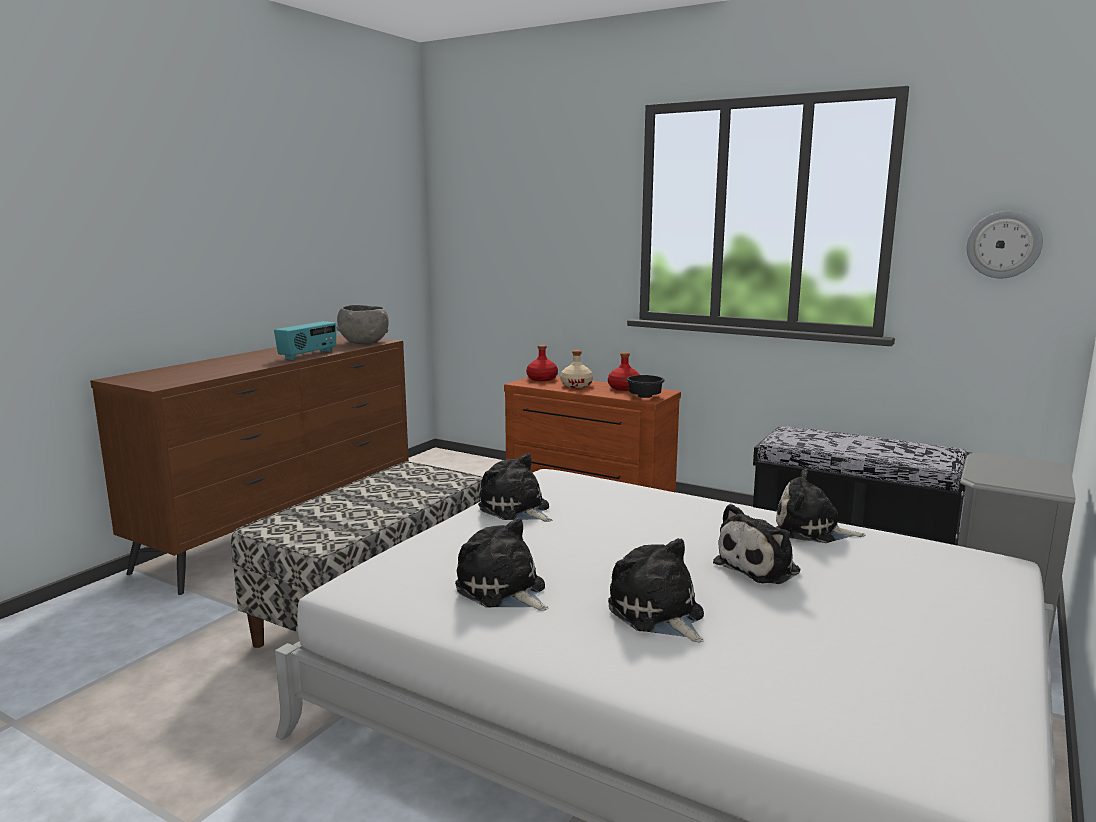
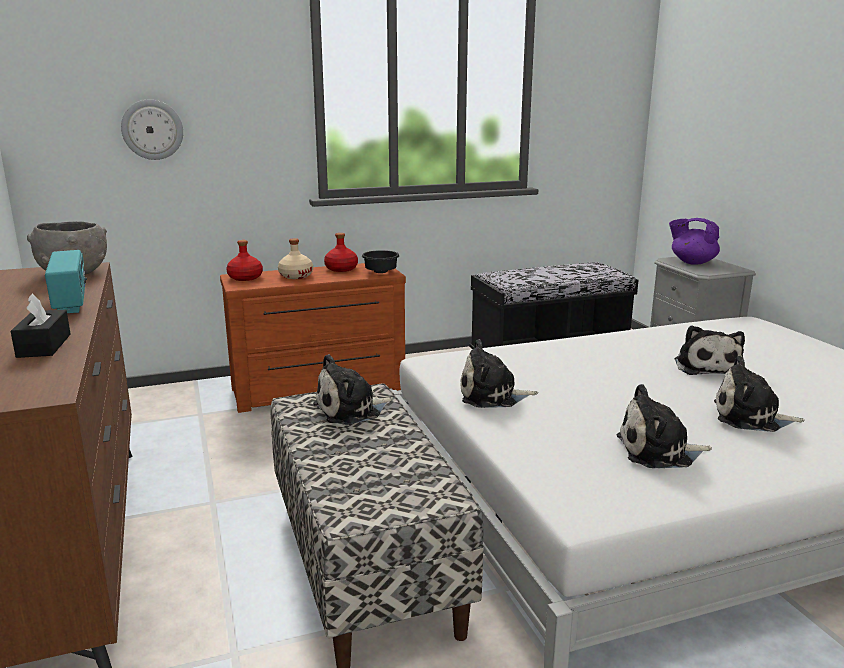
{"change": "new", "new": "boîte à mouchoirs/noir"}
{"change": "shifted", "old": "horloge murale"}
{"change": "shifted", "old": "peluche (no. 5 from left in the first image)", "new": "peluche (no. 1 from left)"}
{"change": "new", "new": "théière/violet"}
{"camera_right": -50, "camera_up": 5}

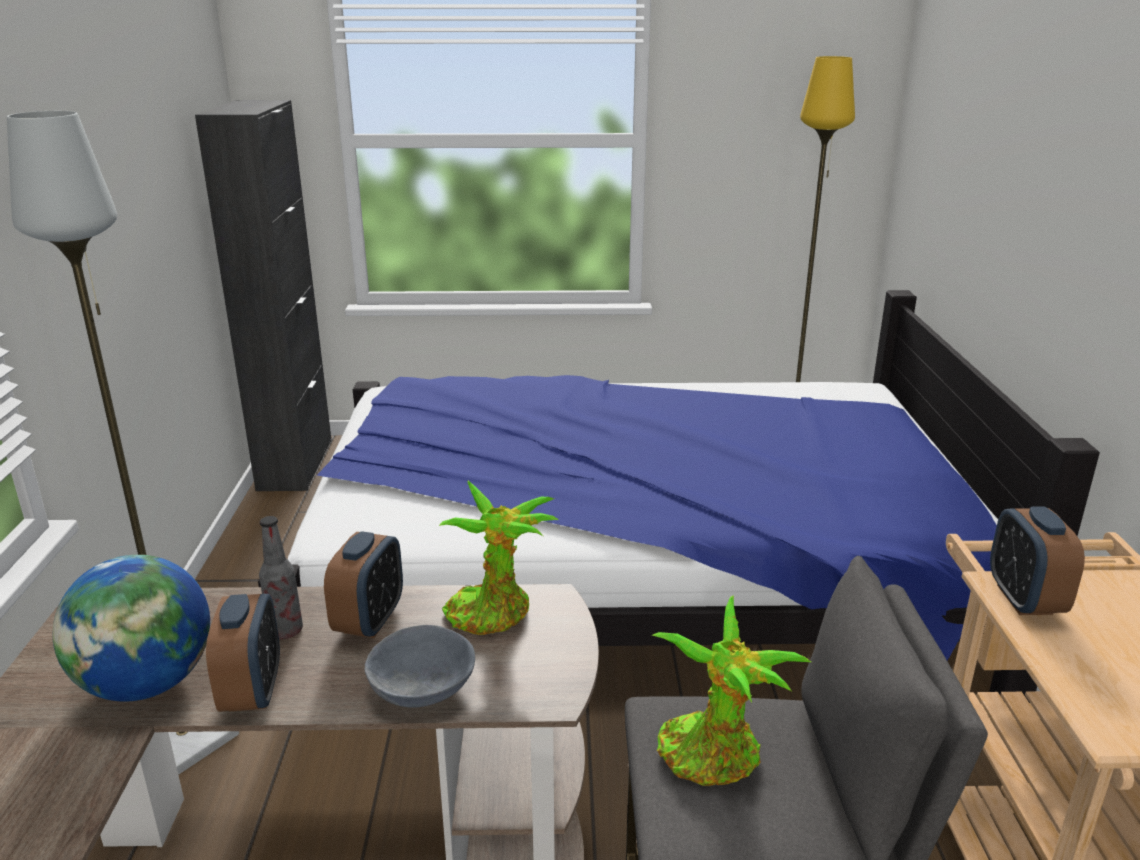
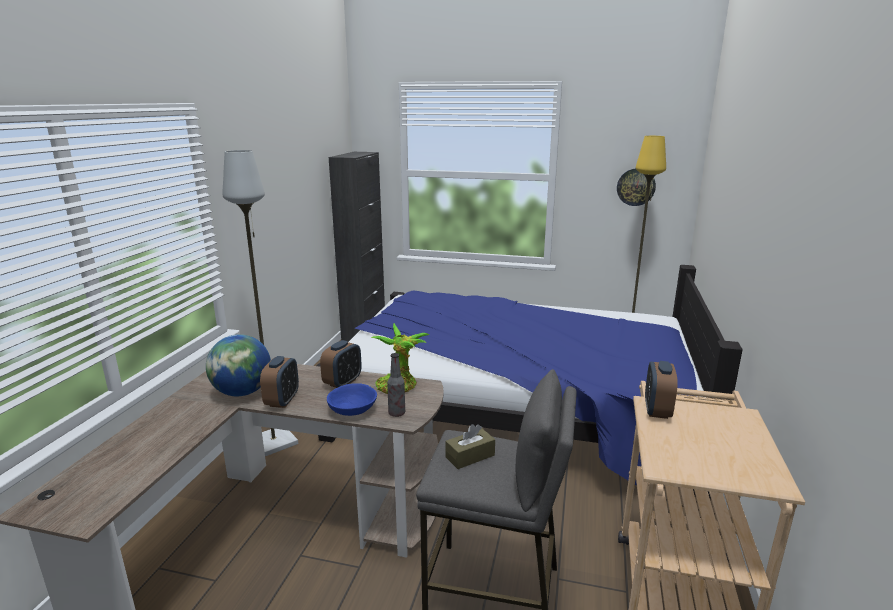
{"change": "repainted", "old": "bol/gris", "new": "bol/bleu"}
{"change": "shifted", "old": "bouteille"}
{"change": "swapped", "old": "plante en pot (no. 2 from left)", "new": "boîte à mouchoirs/marron"}
{"change": "new", "new": "horloge murale"}
{"camera_right": 15, "camera_up": -5}

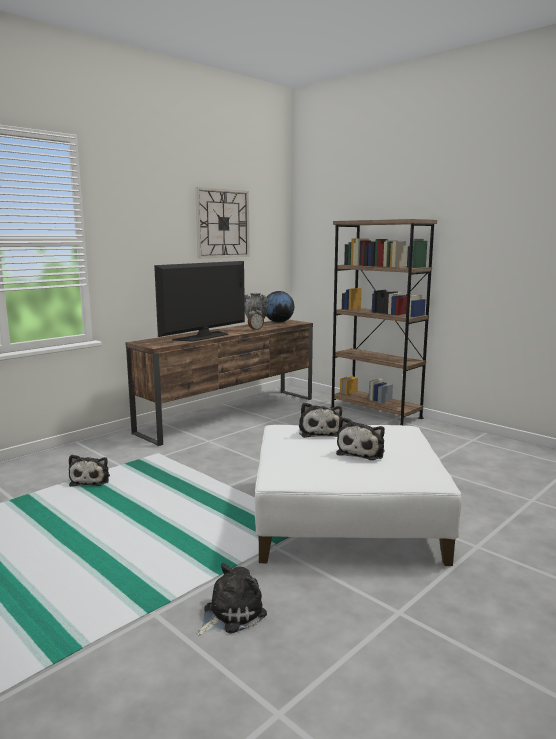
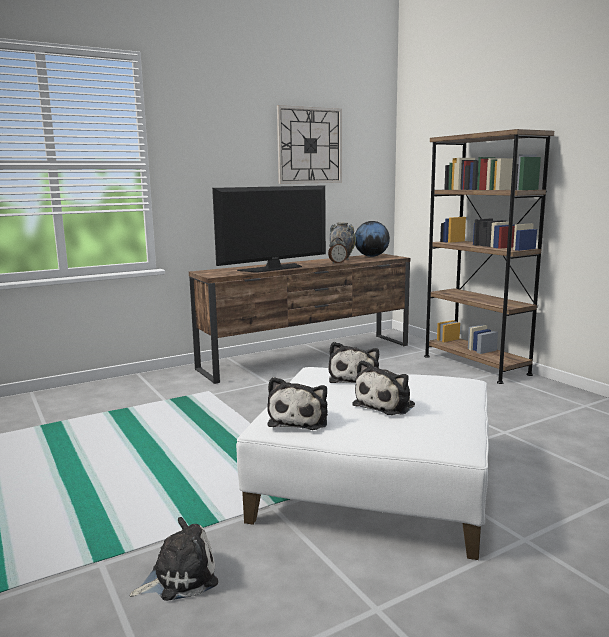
{"change": "shifted", "old": "peluche (no. 1 from left in the first image)", "new": "peluche (no. 2 from left)"}
{"camera_right": 15, "camera_up": 0}

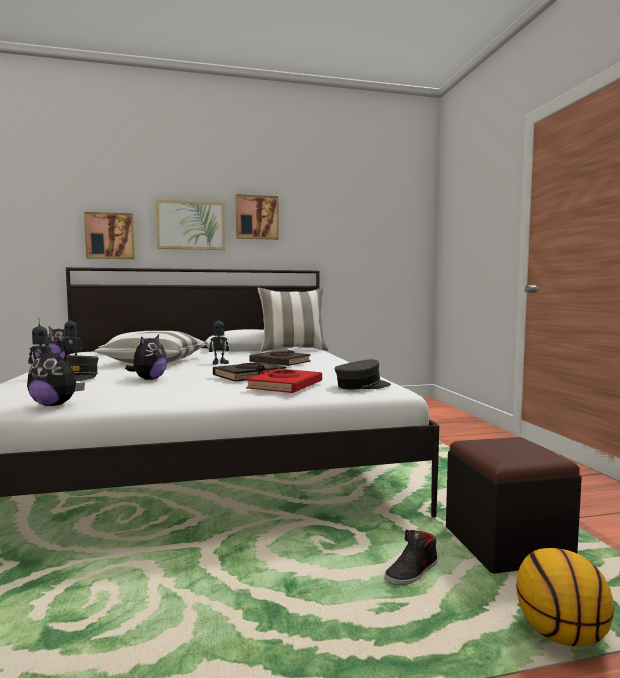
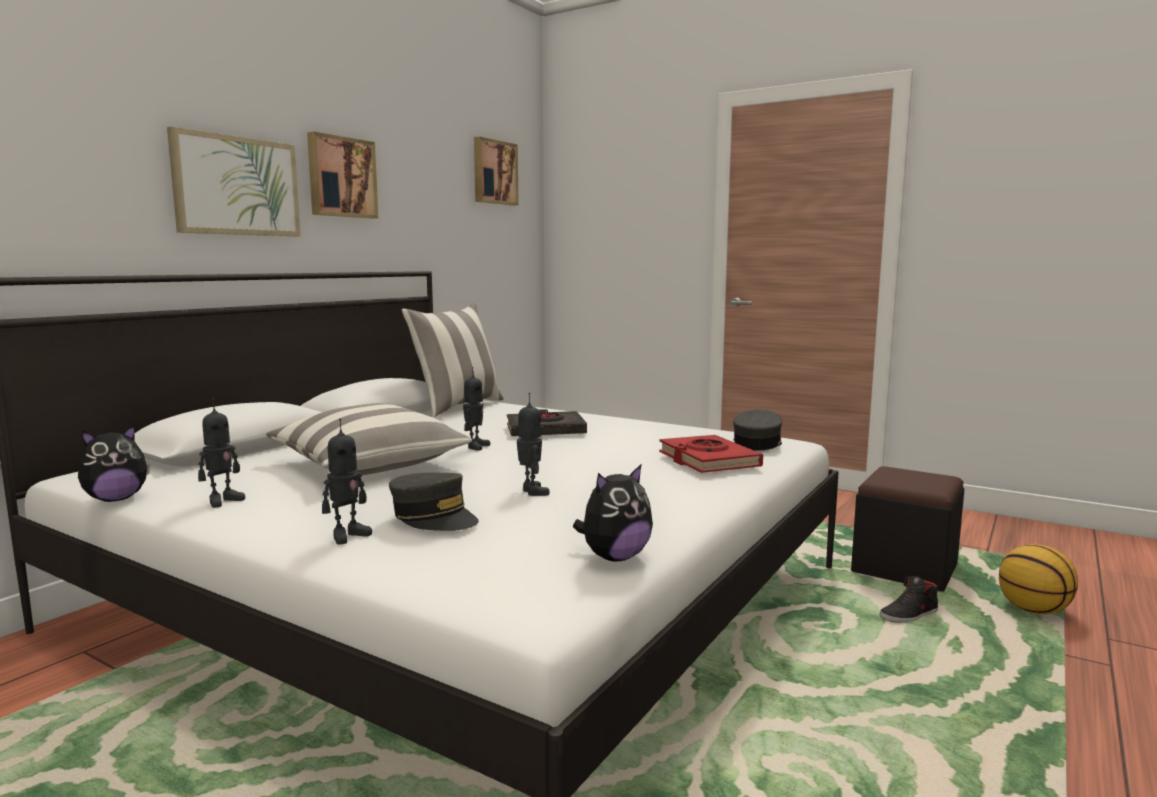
{"change": "shifted", "old": "tableau (no. 1 from left in the first image)", "new": "tableau (no. 3 from left)"}
{"change": "swapped", "old": "peluche (no. 3 from left)", "new": "robot jouet (no. 4 from left)"}
{"change": "rotated", "old": "chaussure/noir", "degrees": 60}
{"change": "gone", "old": "livre/noir (no. 1 from left)"}
{"camera_right": -45, "camera_up": 5}

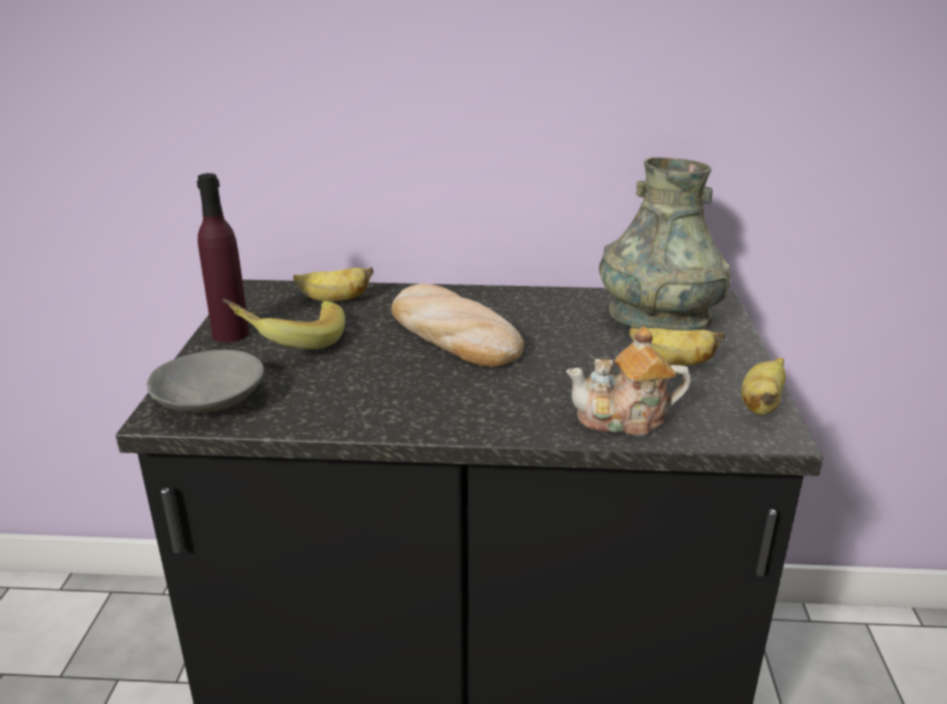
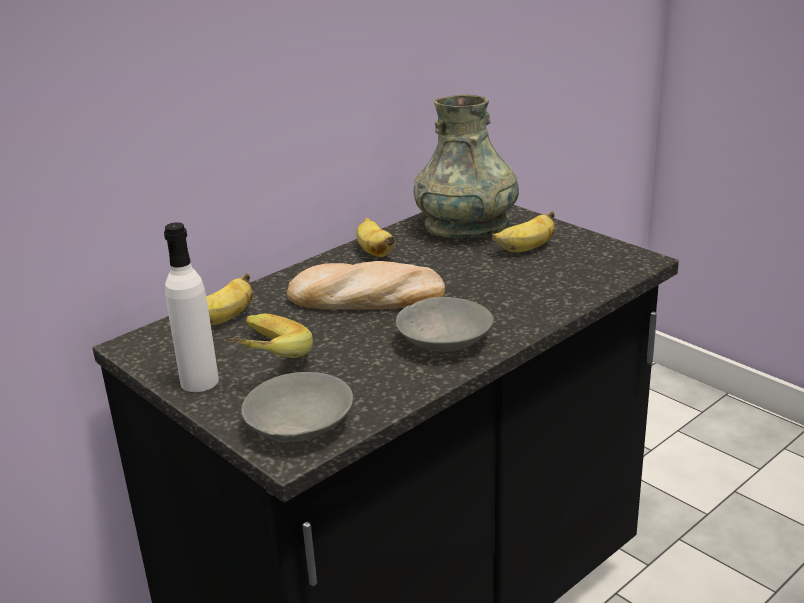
{"change": "repainted", "old": "bouteille/violet", "new": "bouteille/blanc"}
{"change": "shifted", "old": "banane (no. 4 from left in the first image)", "new": "banane (no. 3 from left)"}
{"change": "new", "new": "bol/gris (no. 2 from left)"}
{"change": "gone", "old": "théière"}
{"camera_right": -45, "camera_up": 0}

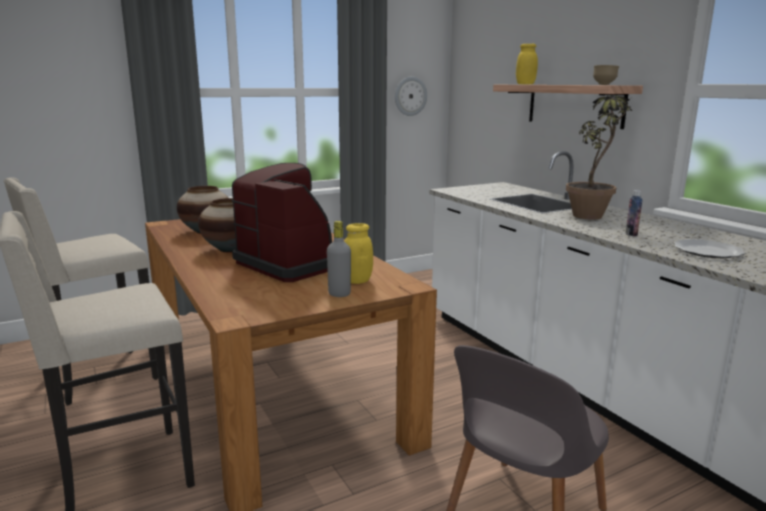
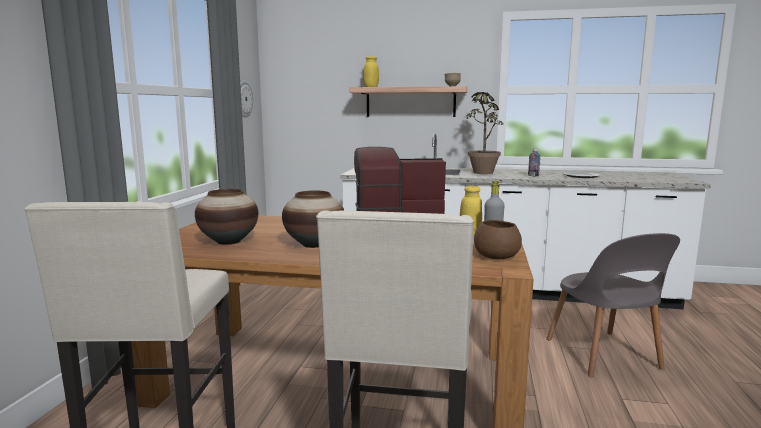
{"change": "new", "new": "bol/marron (no. 2 from left)"}
{"camera_right": -50, "camera_up": -5}

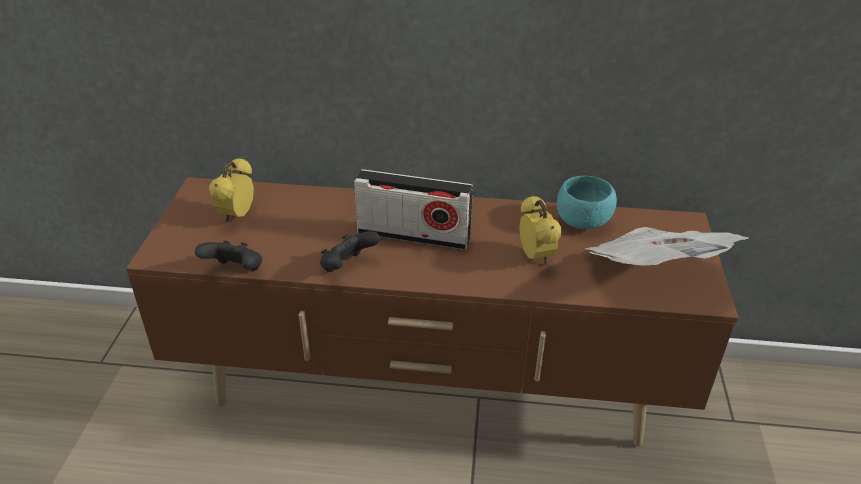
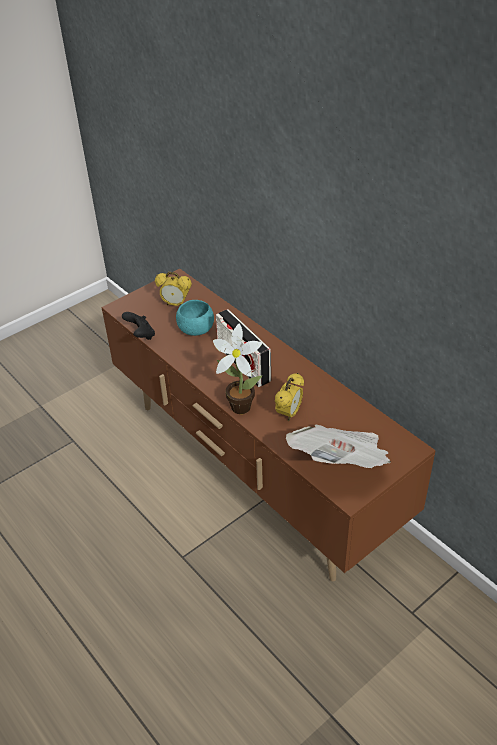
{"change": "rotated", "old": "réveil (no. 1 from left)", "degrees": -135}
{"change": "shifted", "old": "bol/turquoise"}
{"change": "new", "new": "plante en pot"}
{"change": "gone", "old": "manette/noir (no. 2 from left)"}
{"camera_right": 45, "camera_up": 5}

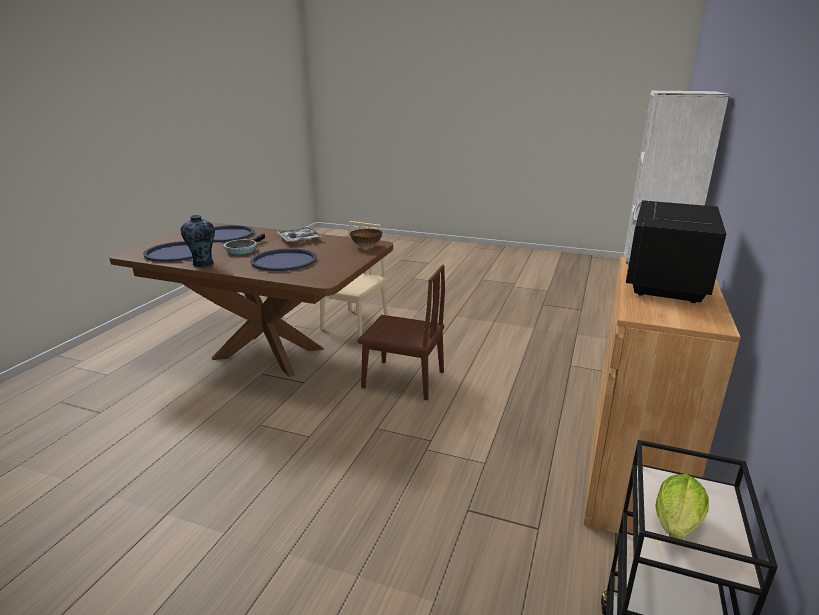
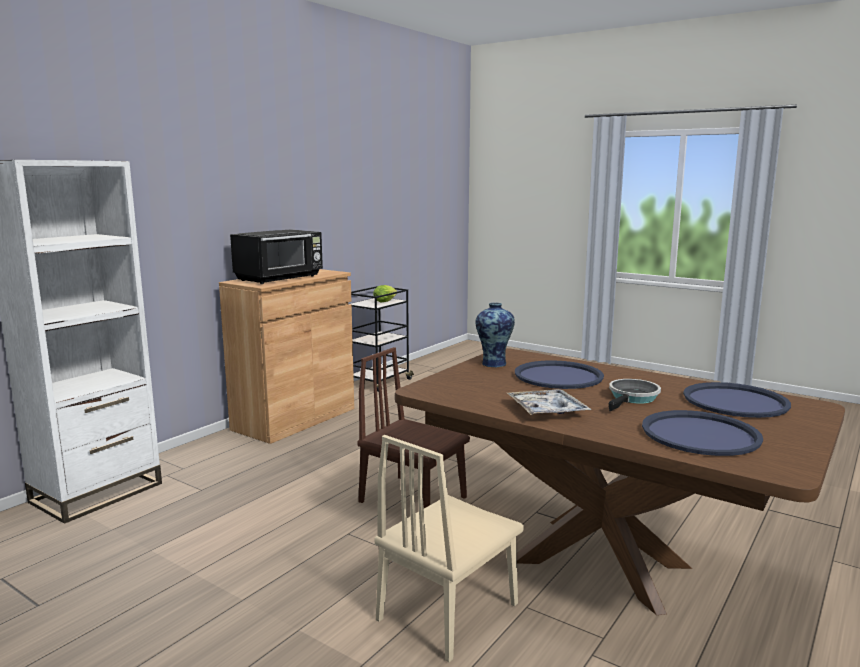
{"change": "shifted", "old": "vase"}
{"change": "gone", "old": "bol"}
{"camera_right": -165, "camera_up": -10}

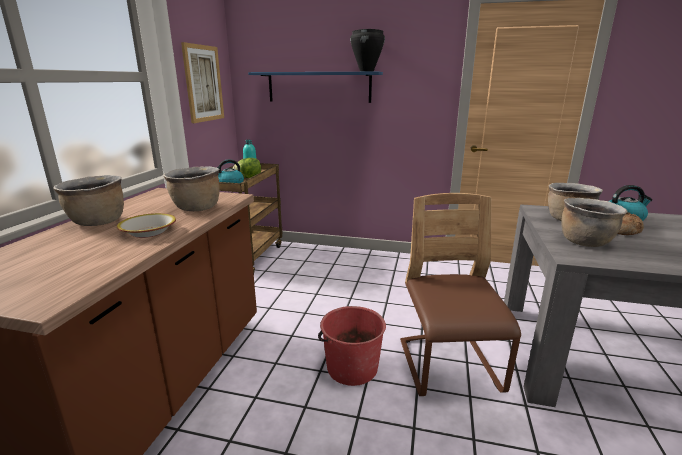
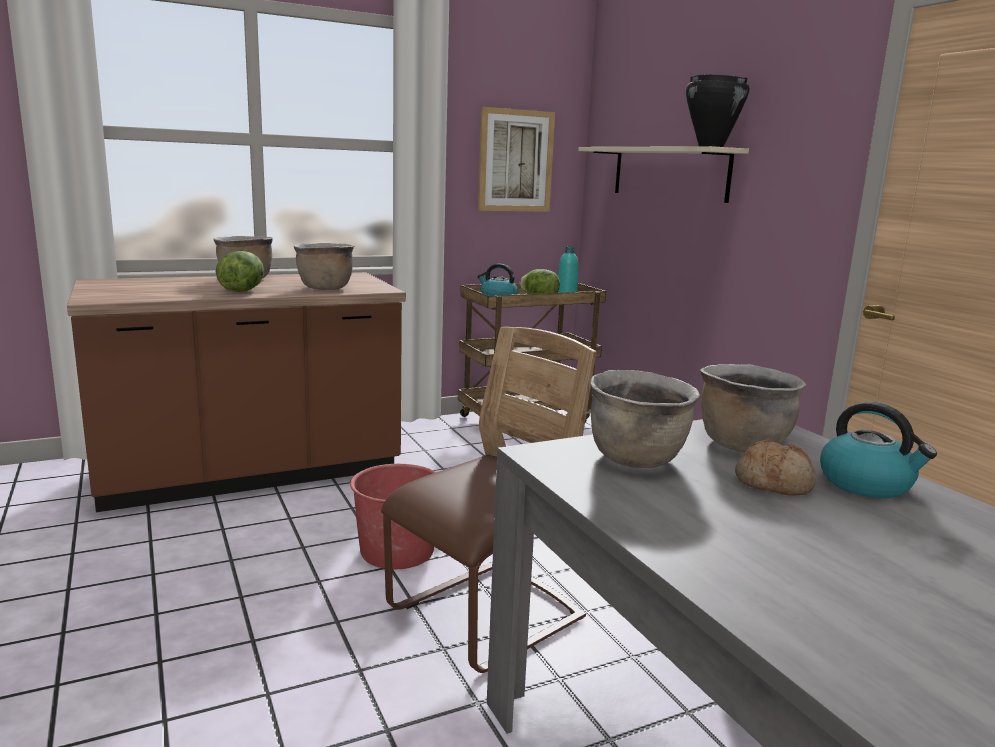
{"change": "swapped", "old": "bol", "new": "laitue (no. 1 from left)"}
{"change": "repainted", "old": "étagère/bleu", "new": "étagère/beige"}
{"camera_right": 50, "camera_up": -5}

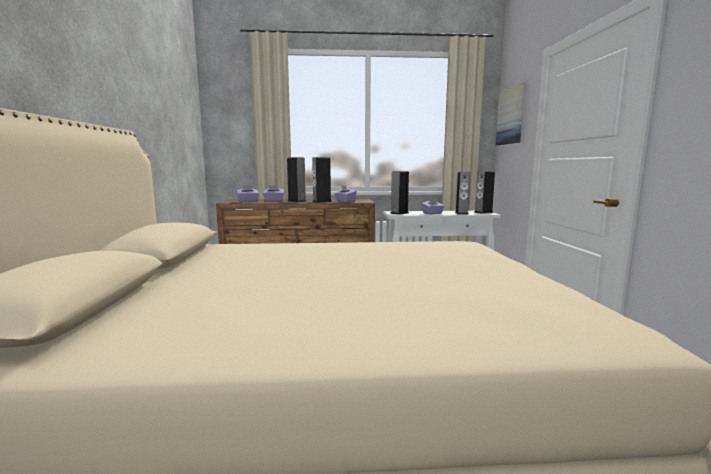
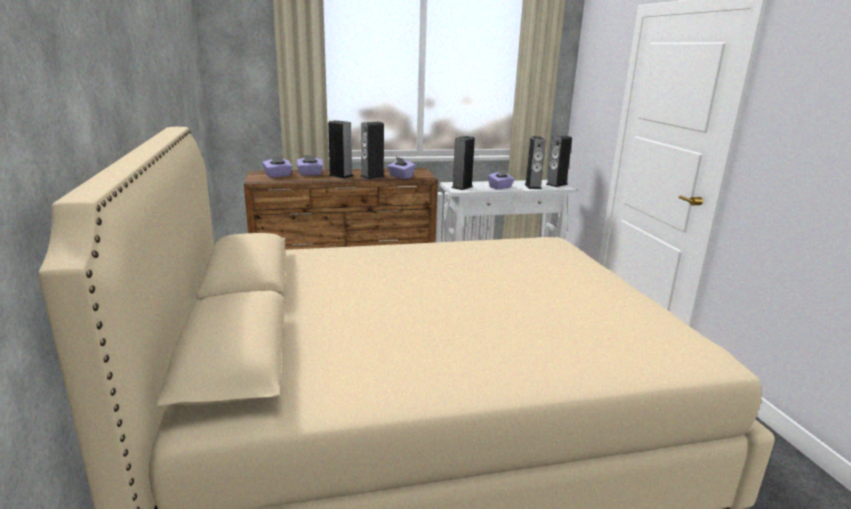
{"change": "gone", "old": "tableau"}
{"camera_right": -10, "camera_up": 10}

